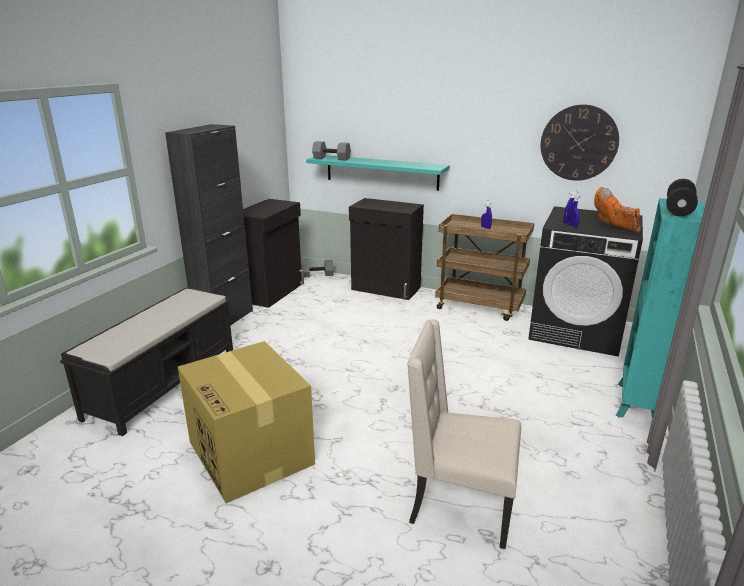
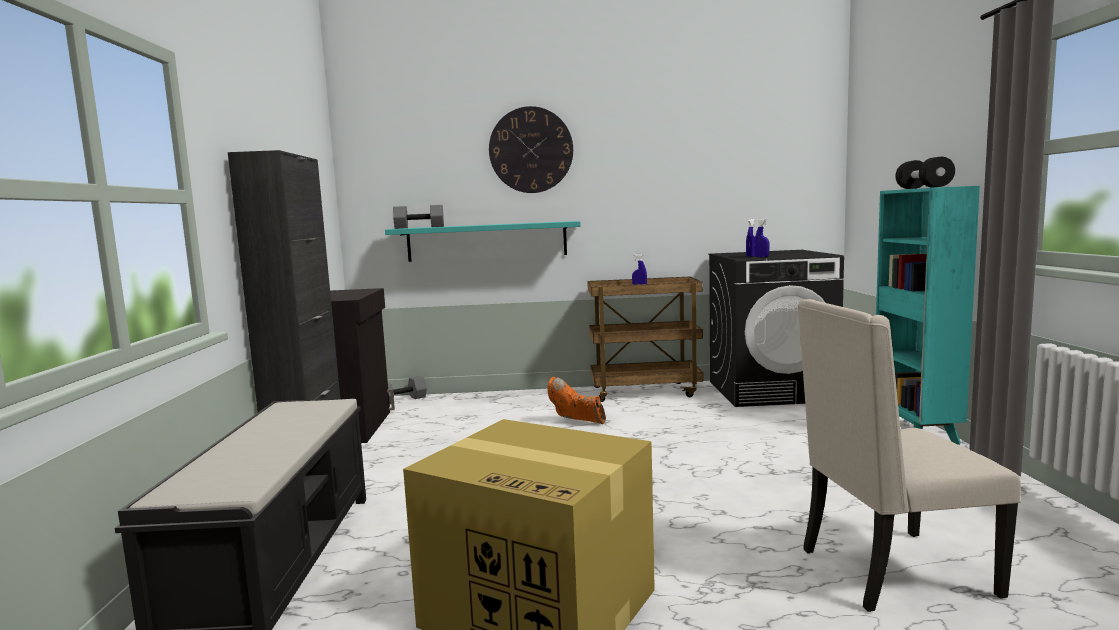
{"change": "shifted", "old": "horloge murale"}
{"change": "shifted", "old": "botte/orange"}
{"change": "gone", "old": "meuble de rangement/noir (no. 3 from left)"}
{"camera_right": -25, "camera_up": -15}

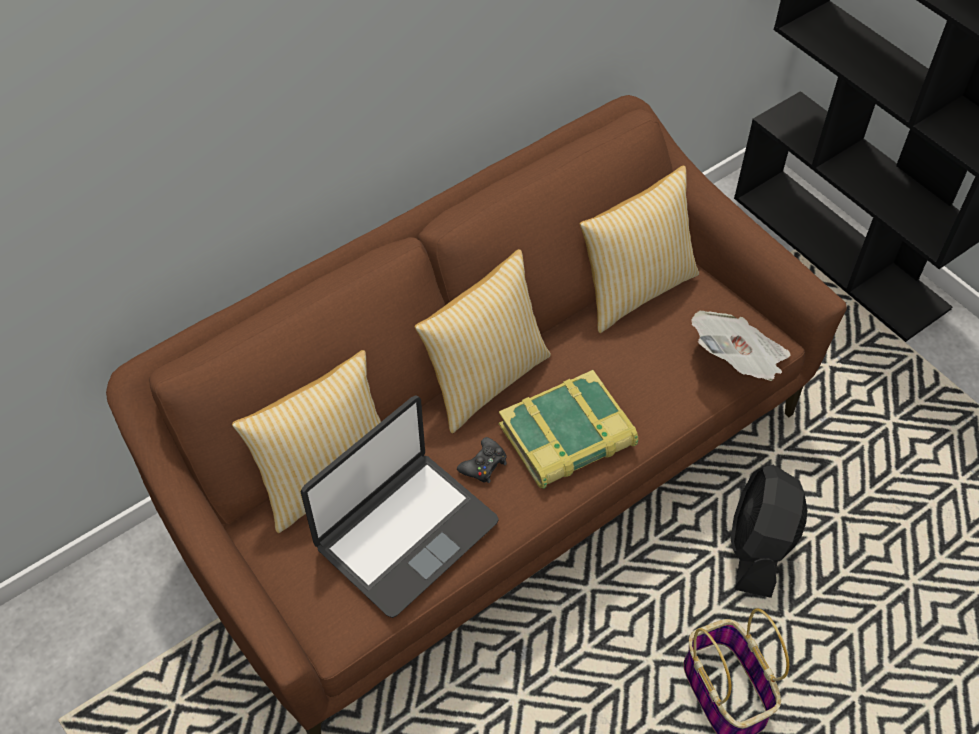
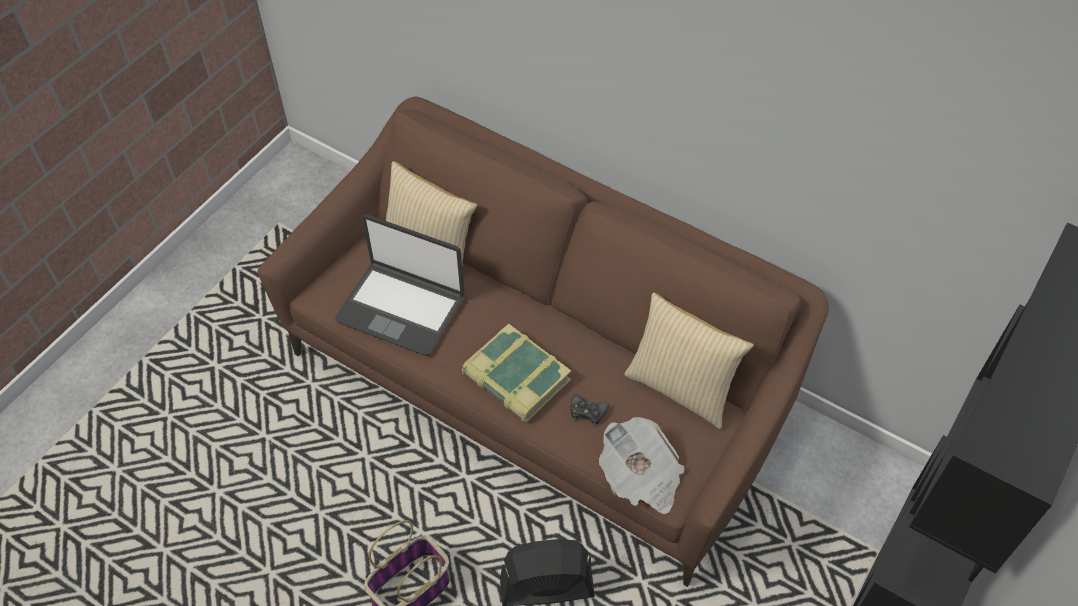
{"change": "shifted", "old": "manette/noir"}
{"change": "gone", "old": "coussin (no. 2 from left)"}
{"camera_right": 70, "camera_up": 0}

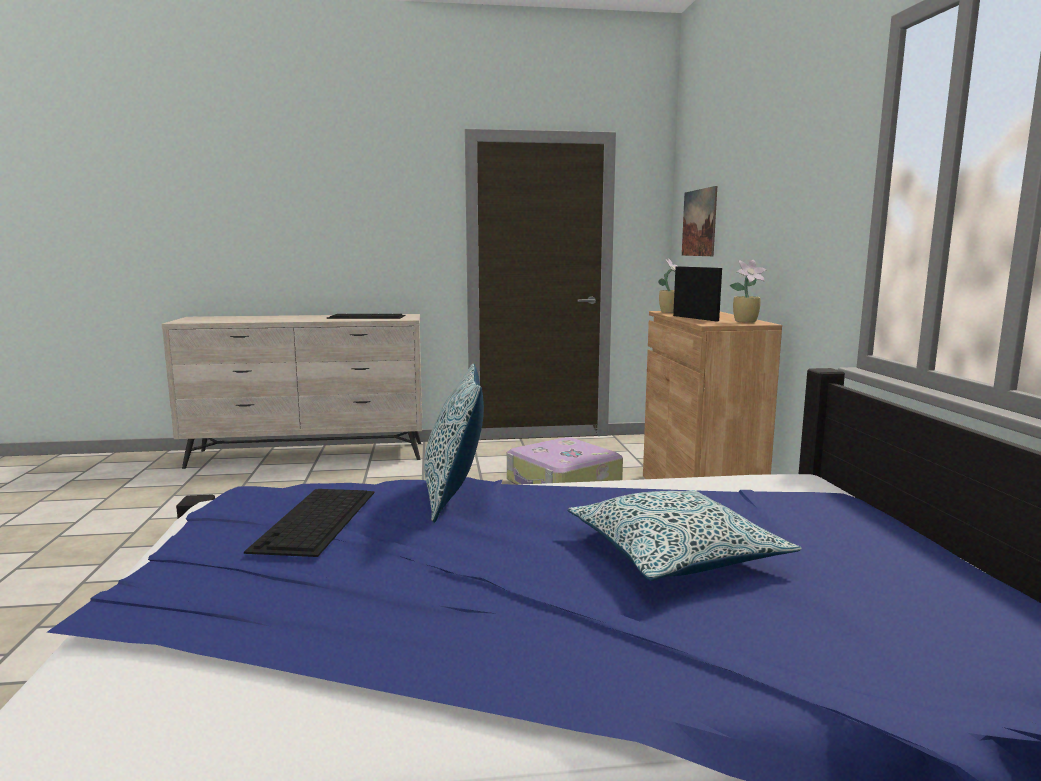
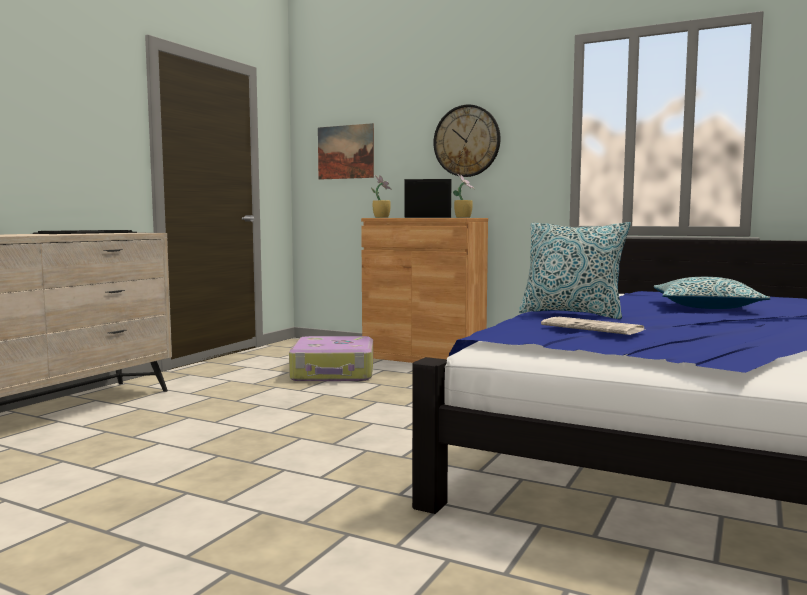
{"change": "new", "new": "horloge murale"}
{"change": "swapped", "old": "clavier (no. 1 from left)", "new": "journal"}
{"camera_right": -55, "camera_up": -5}

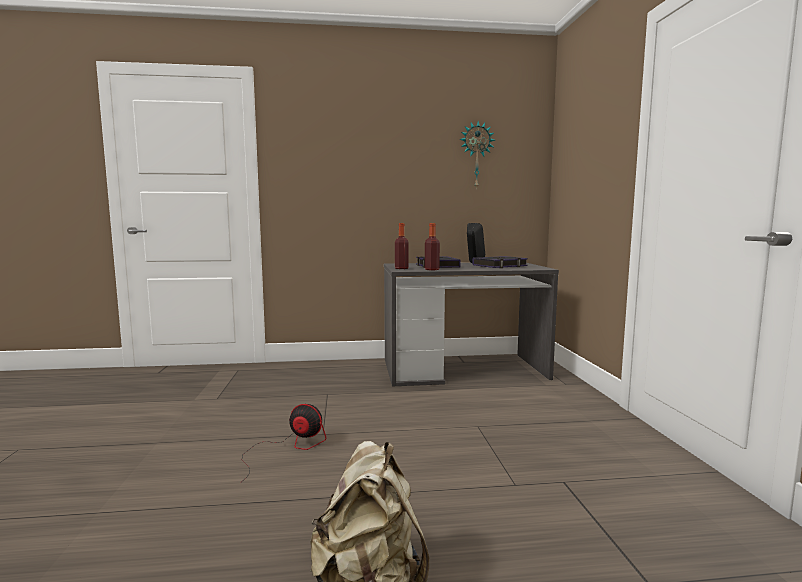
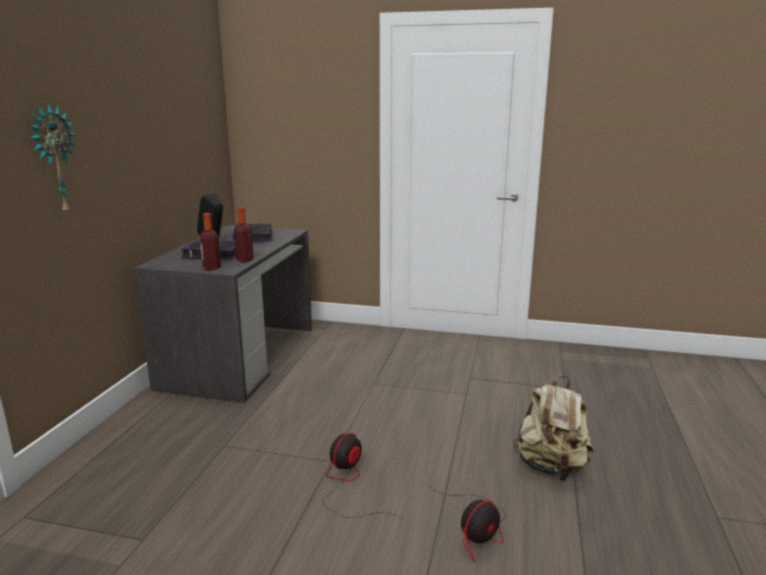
{"change": "shifted", "old": "horloge murale"}
{"change": "new", "new": "ventilateur (no. 2 from left)"}
{"camera_right": -70, "camera_up": 10}

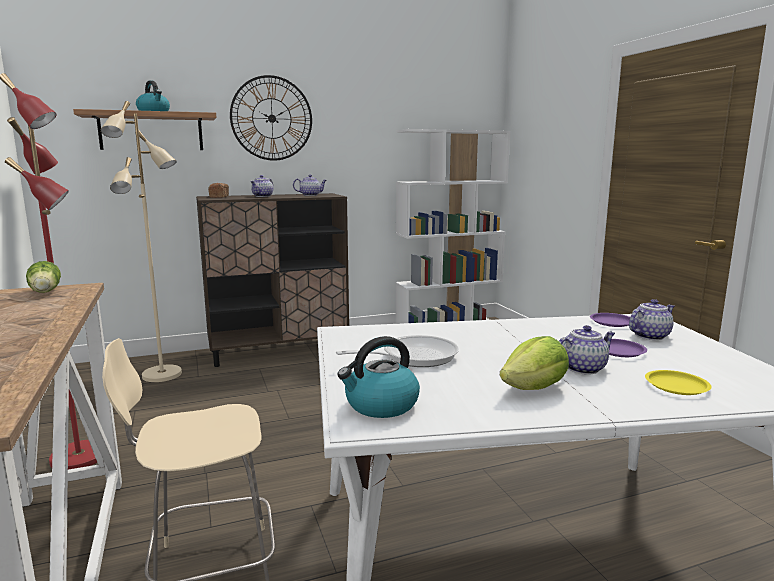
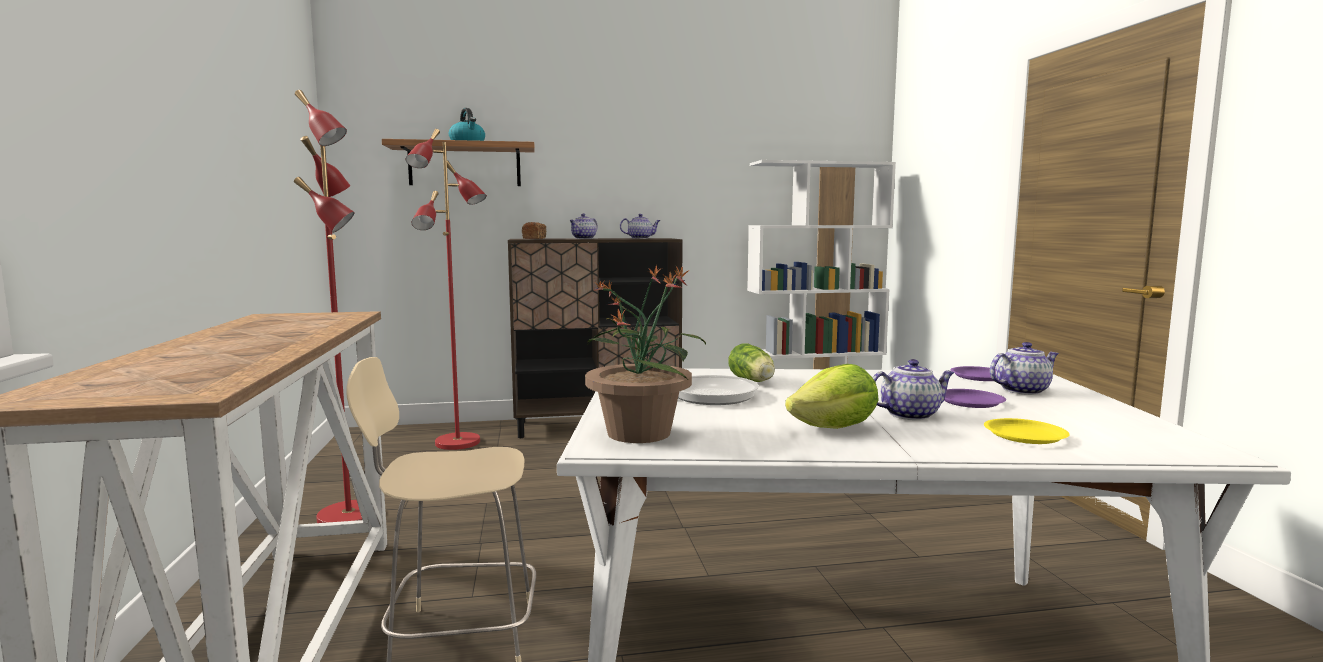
{"change": "repainted", "old": "lampadaire/beige", "new": "lampadaire/rouge (no. 2 from left)"}
{"change": "swapped", "old": "bouilloire (no. 2 from left)", "new": "plante en pot"}
{"change": "shifted", "old": "laitue (no. 1 from left)"}
{"change": "gone", "old": "horloge murale"}
{"camera_right": 10, "camera_up": -5}

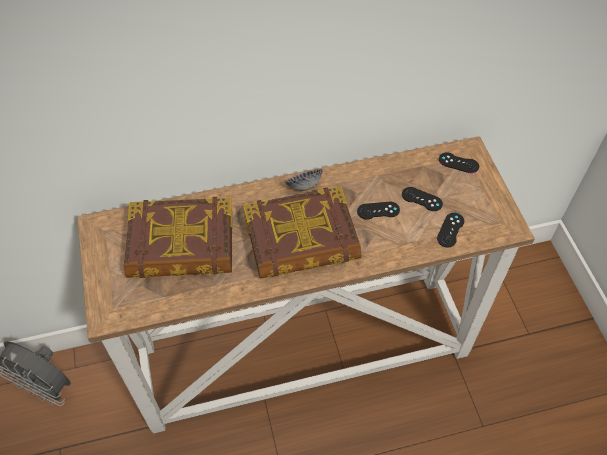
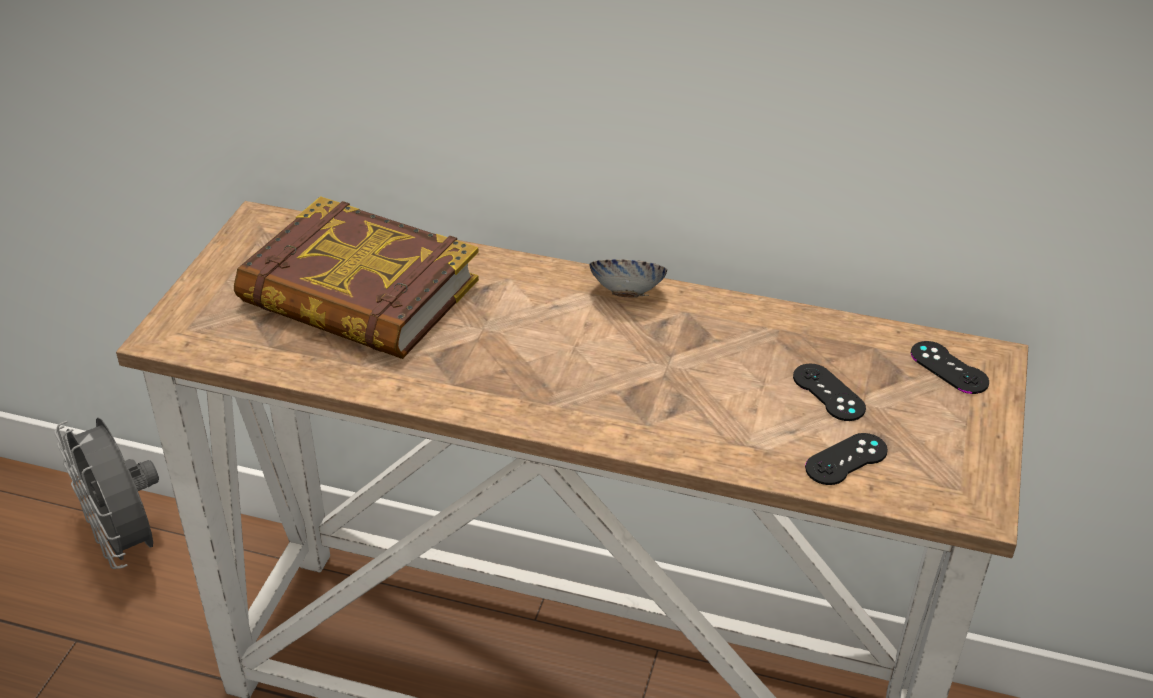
{"change": "gone", "old": "livre (no. 2 from left)"}
{"change": "gone", "old": "manette/noir (no. 1 from left)"}
{"camera_right": 30, "camera_up": -15}

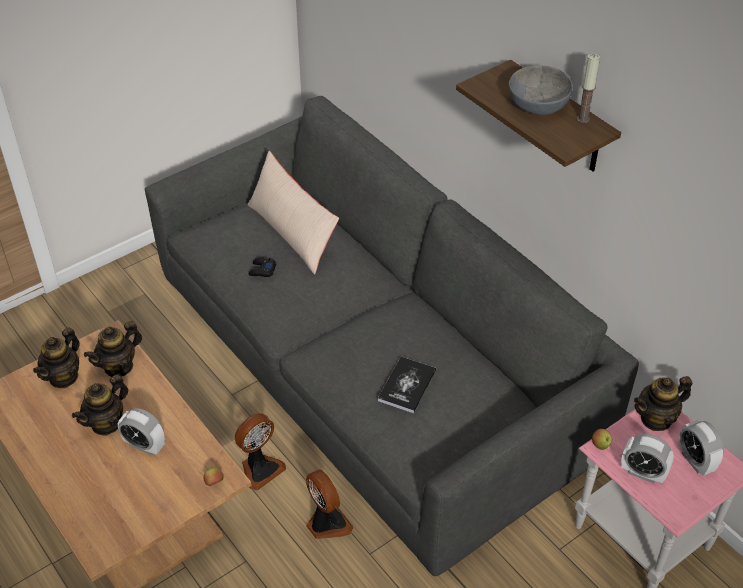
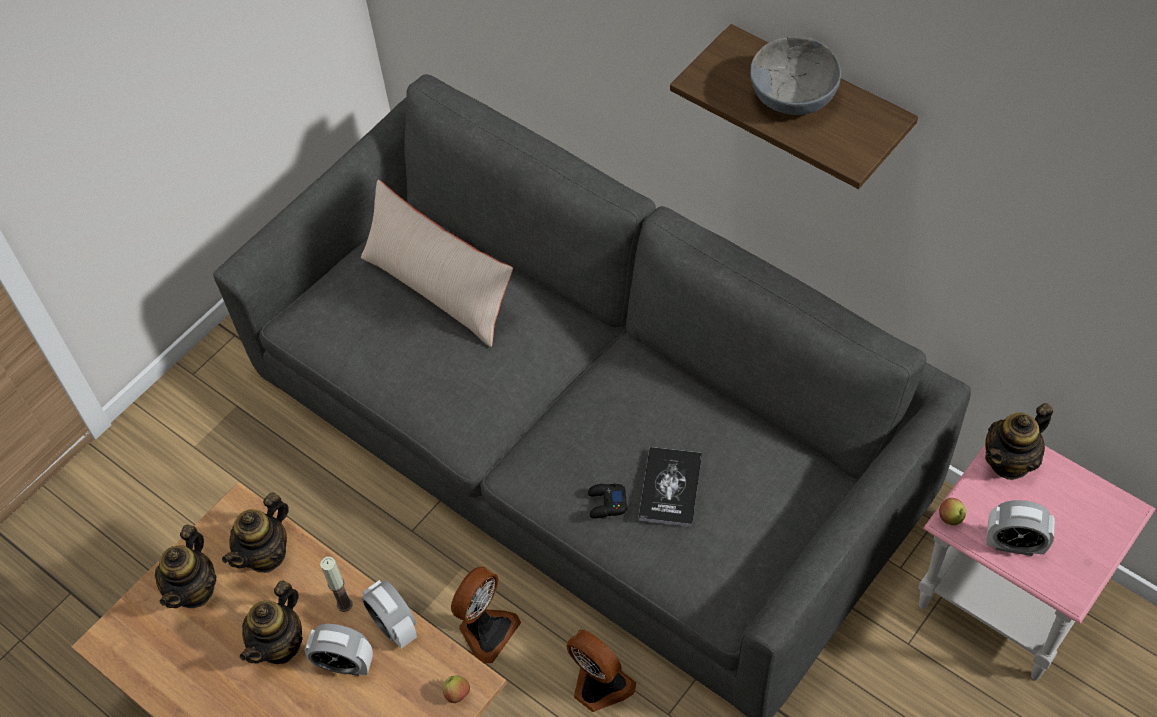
{"change": "shifted", "old": "bougie"}
{"change": "shifted", "old": "réveil (no. 3 from left in the first image)", "new": "réveil (no. 2 from left)"}
{"change": "shifted", "old": "manette/noir"}
{"camera_right": -10, "camera_up": 10}

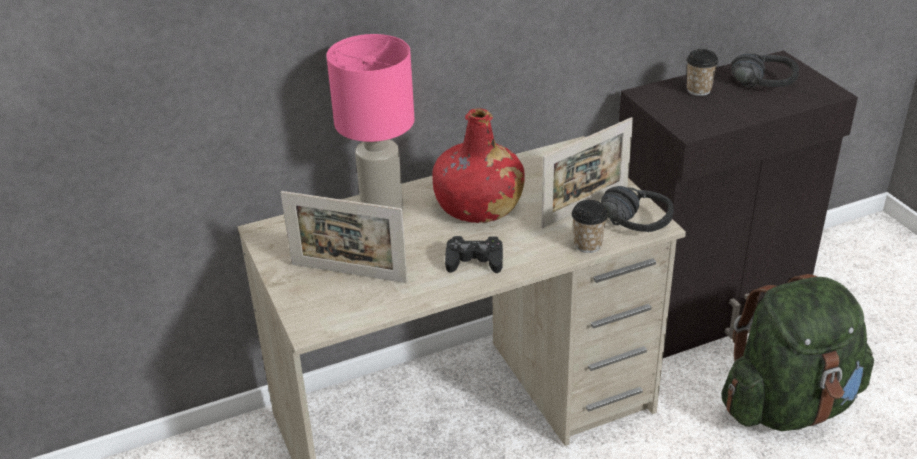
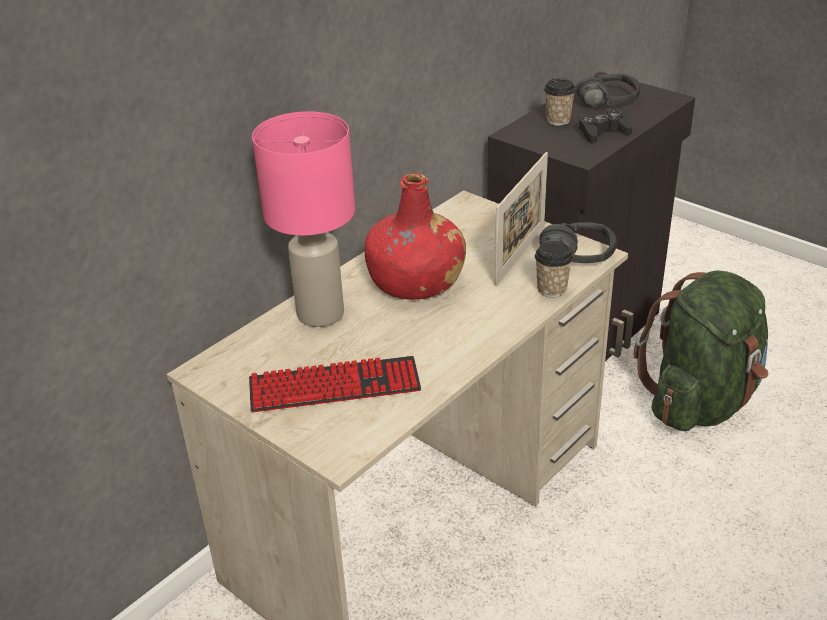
{"change": "swapped", "old": "cadre photo (no. 1 from left)", "new": "clavier"}
{"change": "shifted", "old": "manette/noir"}
{"camera_right": -25, "camera_up": 0}

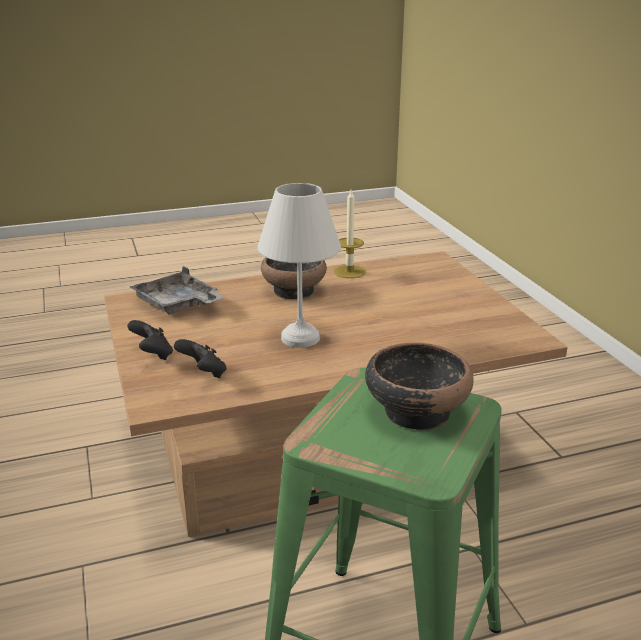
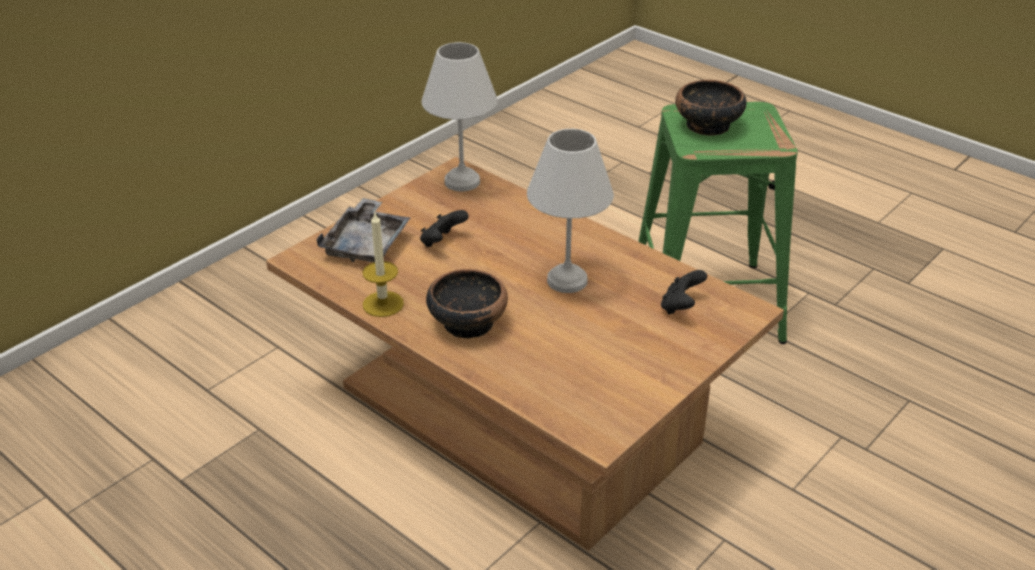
{"change": "shifted", "old": "plateau/gris"}
{"change": "shifted", "old": "manette/noir (no. 1 from left)"}
{"change": "new", "new": "lampe de table/blanc (no. 1 from left)"}
{"camera_right": -120, "camera_up": 10}

